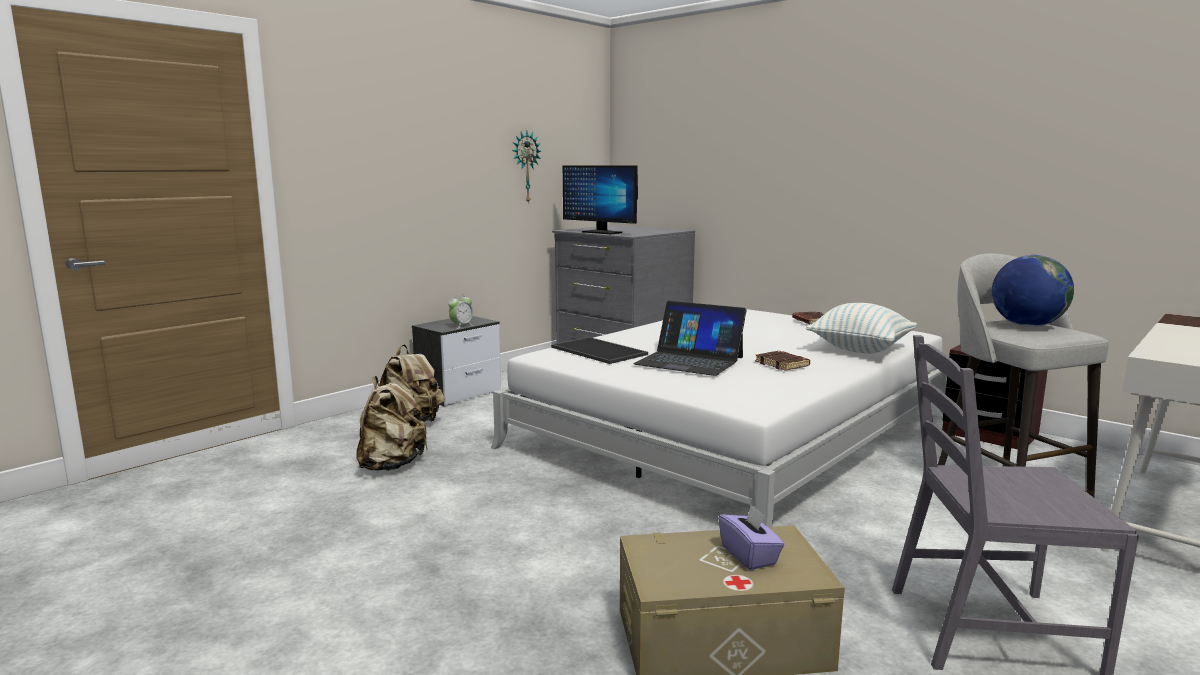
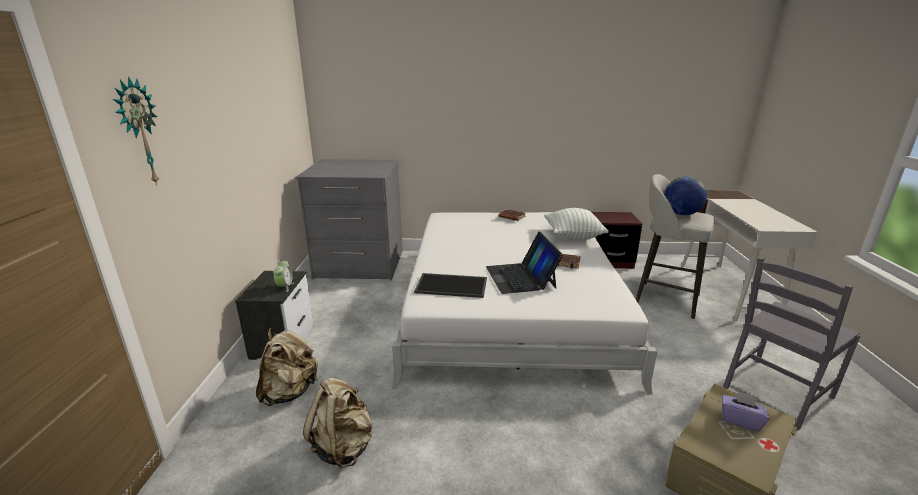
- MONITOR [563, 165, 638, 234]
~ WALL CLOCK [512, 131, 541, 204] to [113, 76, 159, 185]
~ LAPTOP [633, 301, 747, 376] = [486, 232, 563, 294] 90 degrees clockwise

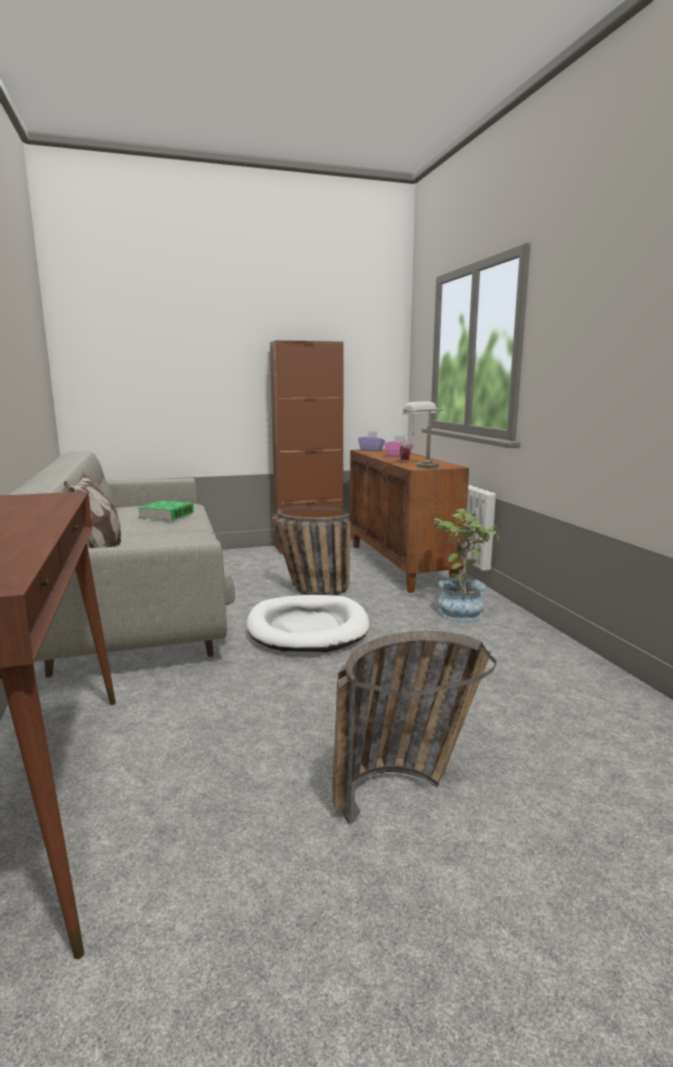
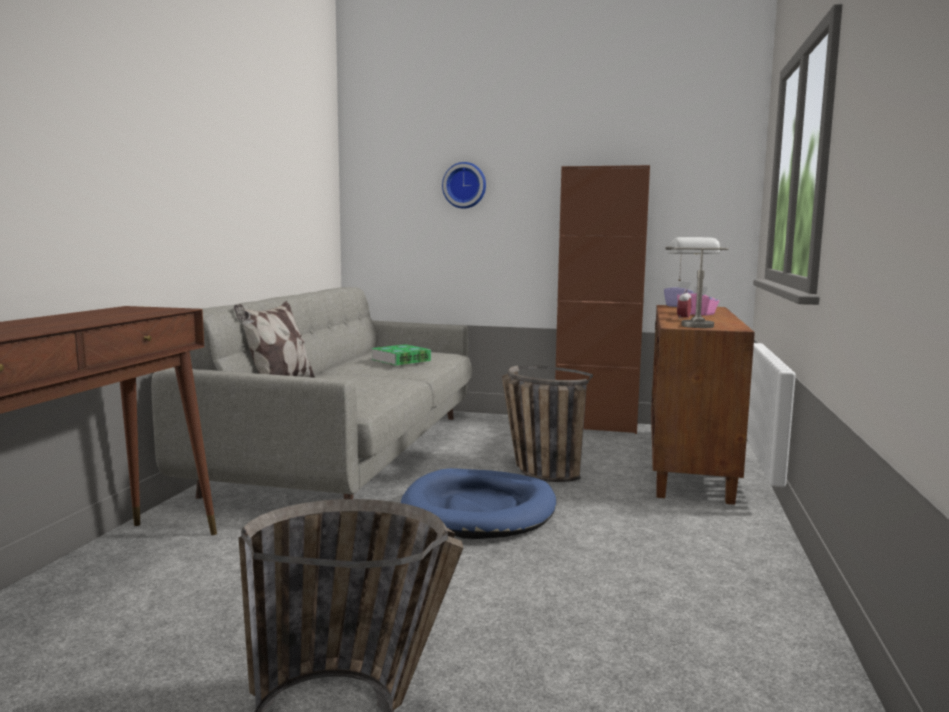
- POTTED PLANT [434, 508, 501, 621]
+ WALL CLOCK [442, 162, 486, 209]
~ WHITE DOG BED [247, 595, 370, 652] to BLUE DOG BED [401, 468, 556, 539]

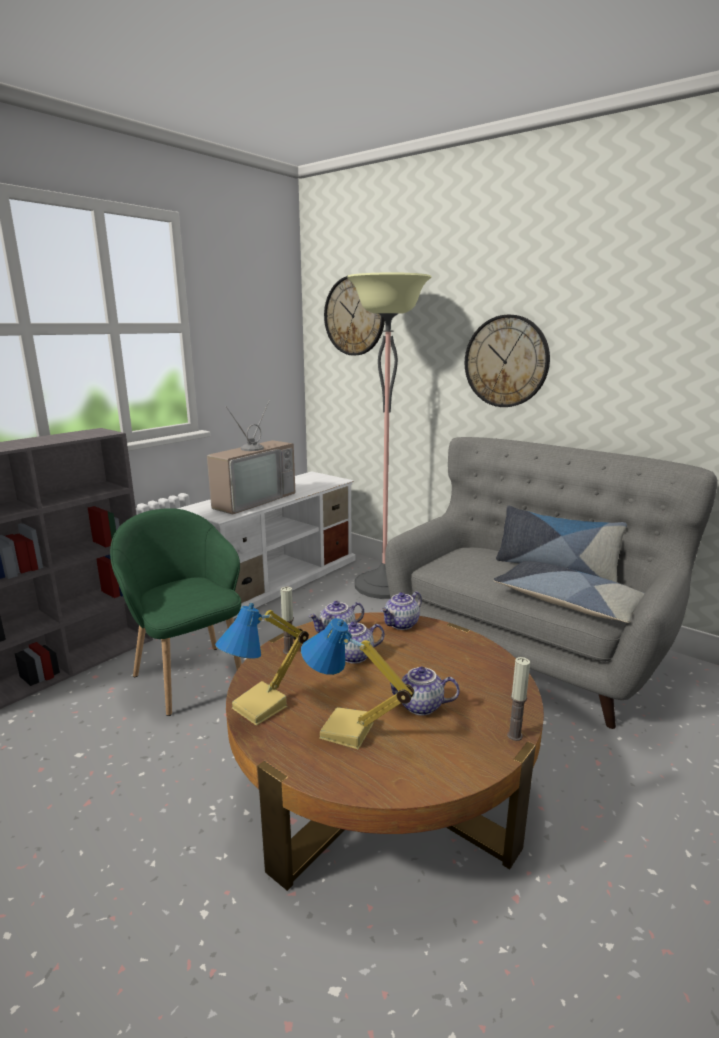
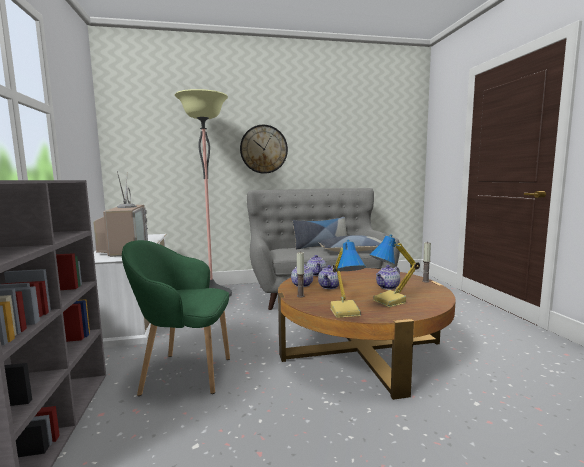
- WALL CLOCK [324, 276, 385, 356]

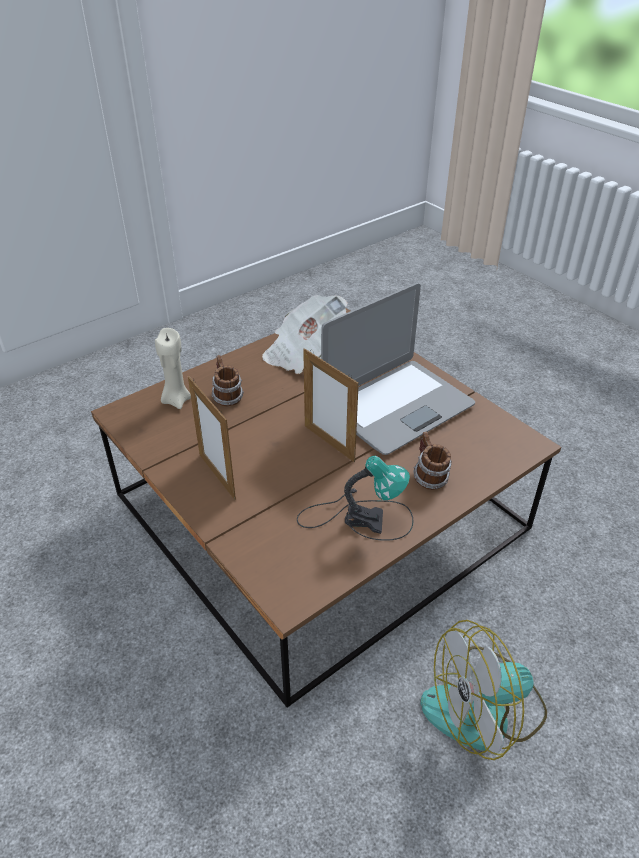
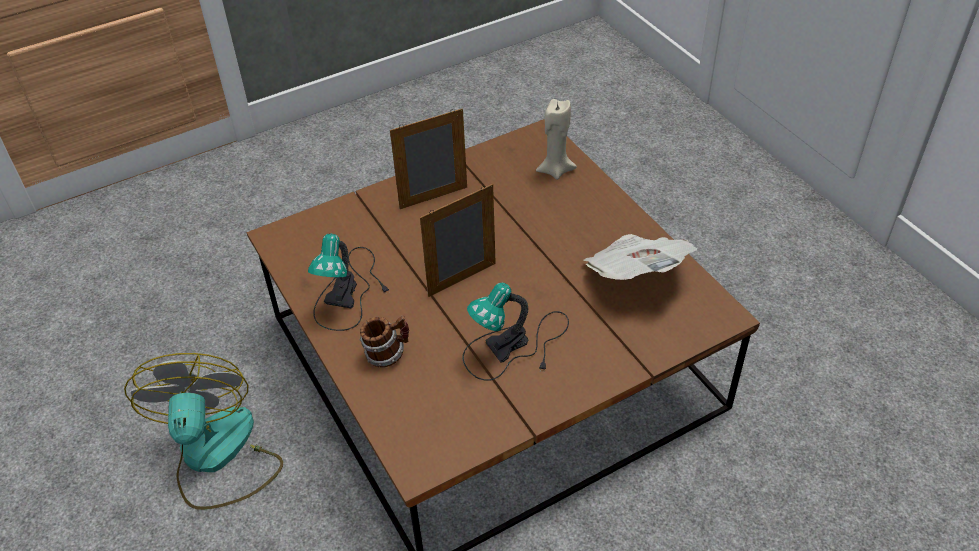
- MUG [212, 355, 244, 407]
~ LAPTOP [321, 283, 475, 455] to TABLE LAMP [463, 283, 569, 381]

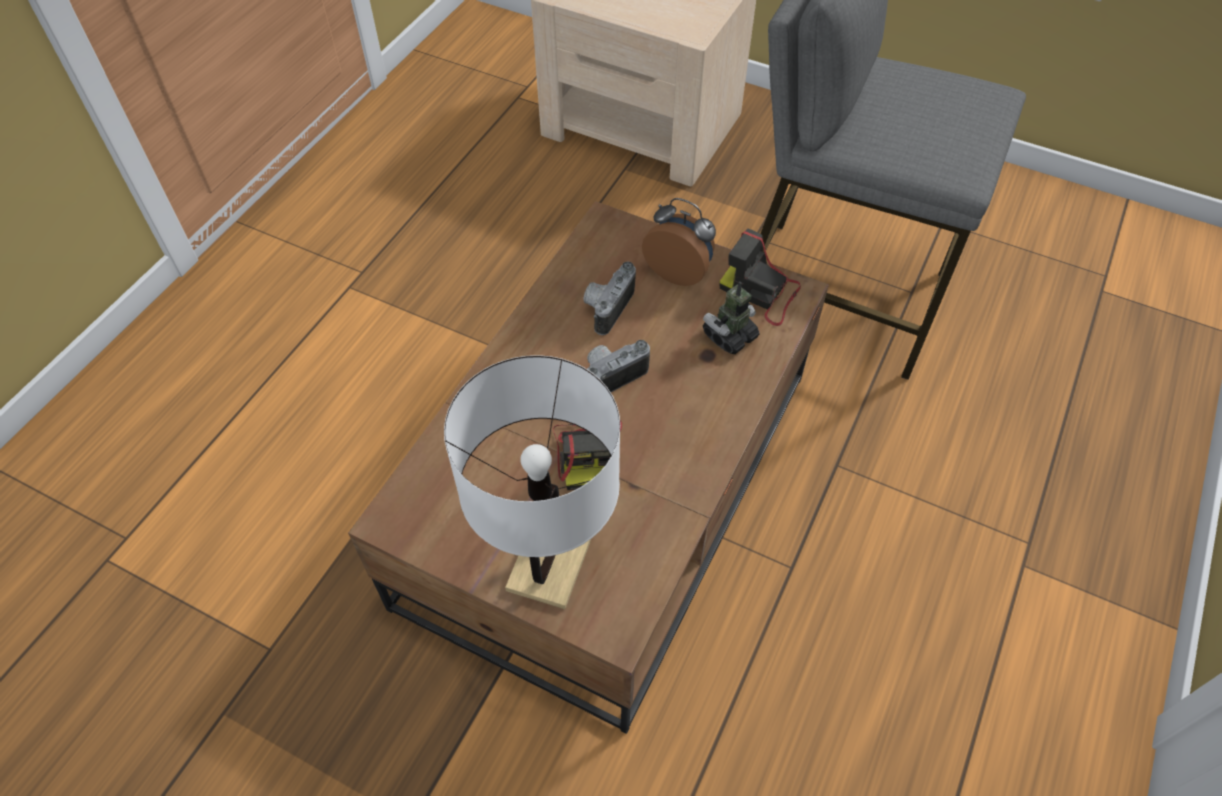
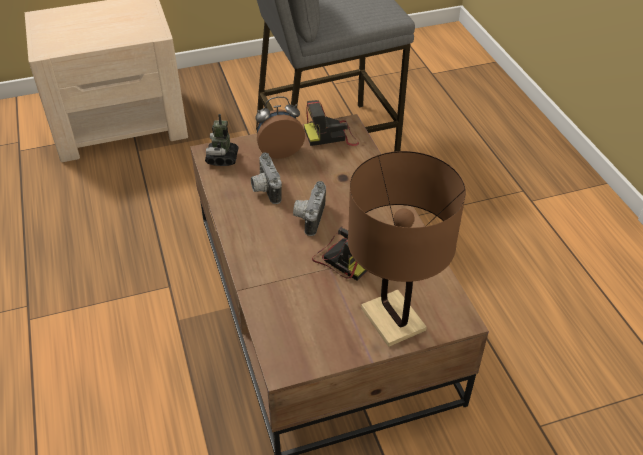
~ TOY ROBOT [703, 281, 760, 354] to [205, 114, 239, 166]
~ WHITE TABLE LAMP [444, 355, 620, 609] to BROWN TABLE LAMP [348, 151, 466, 347]

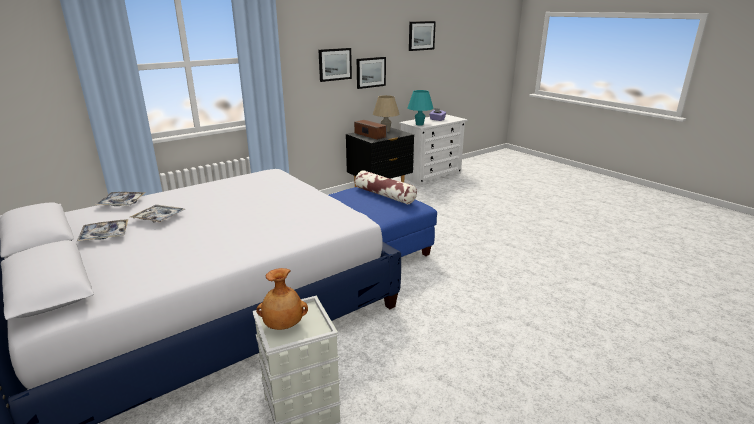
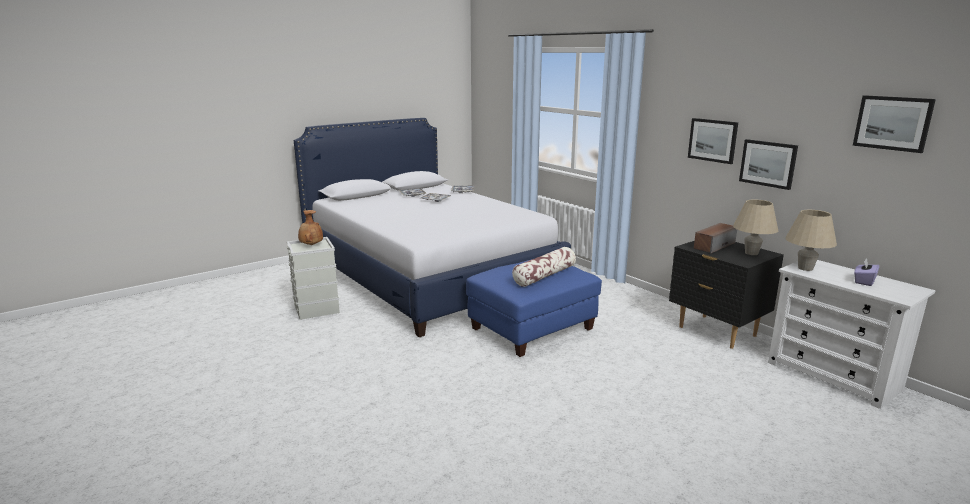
~ TURQUOISE TABLE LAMP [408, 90, 433, 125] to BEIGE TABLE LAMP [785, 210, 837, 271]

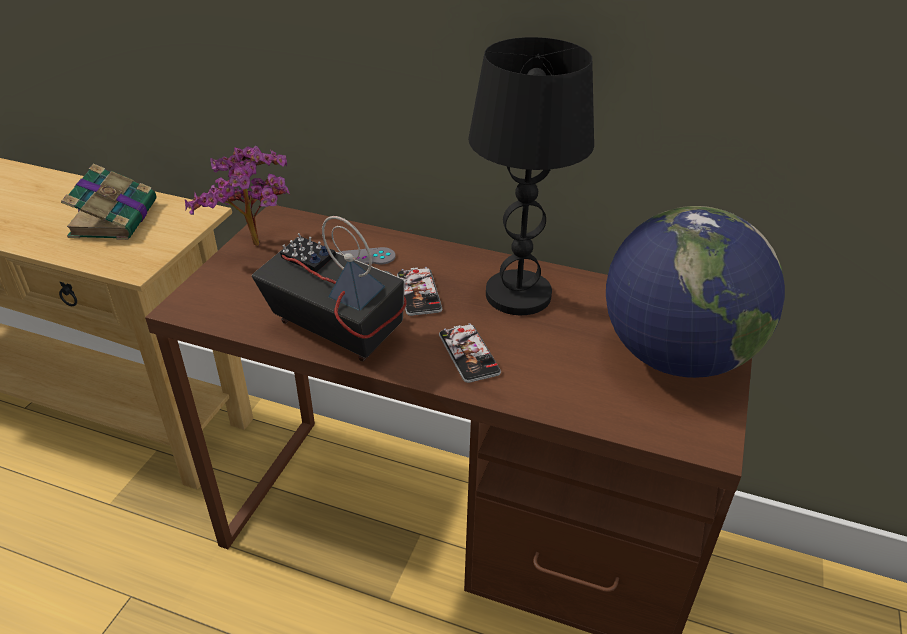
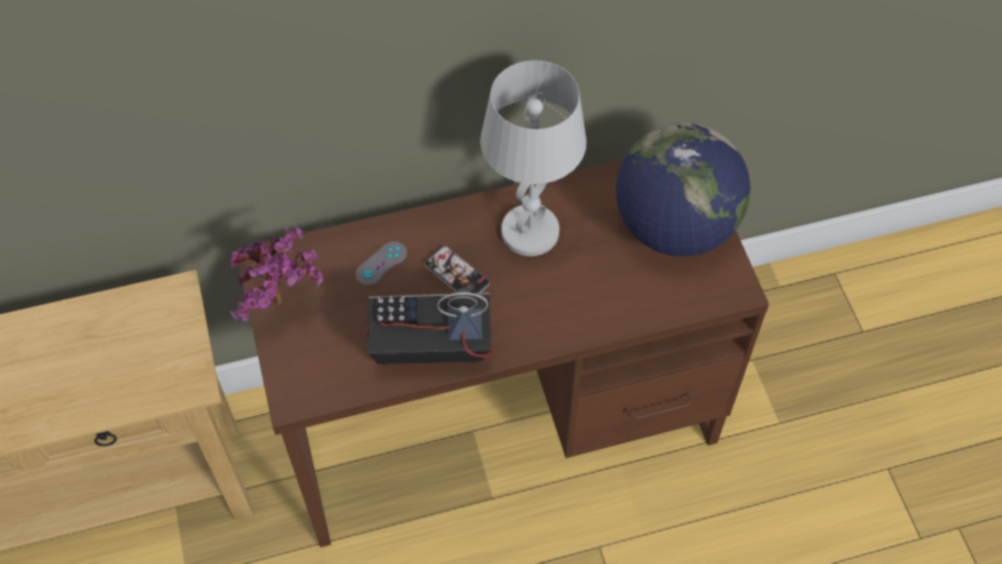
- BOOK [61, 163, 156, 240]
- PHONE [439, 323, 501, 383]
~ BLACK TABLE LAMP [468, 37, 594, 315] to WHITE TABLE LAMP [480, 60, 587, 256]

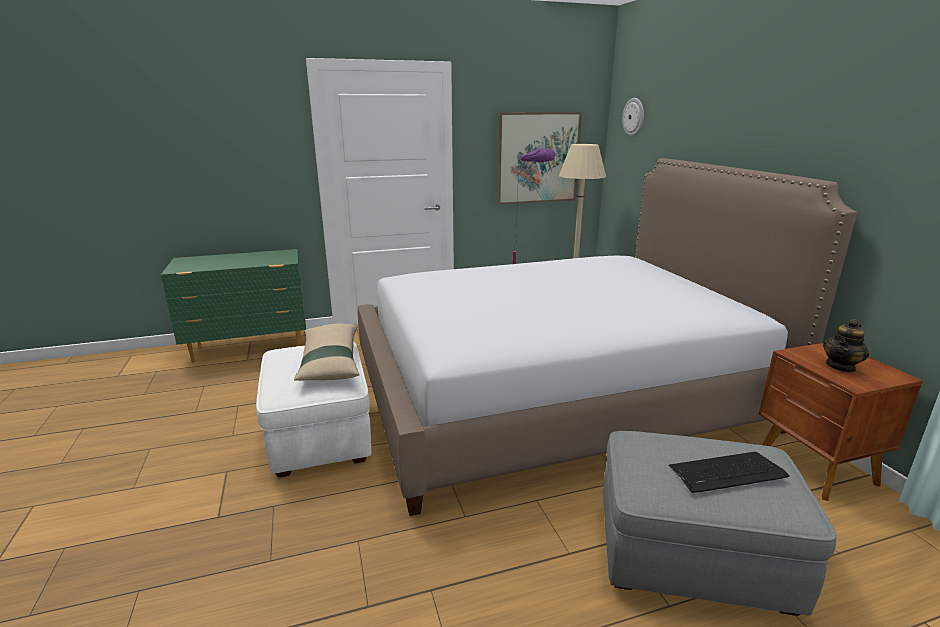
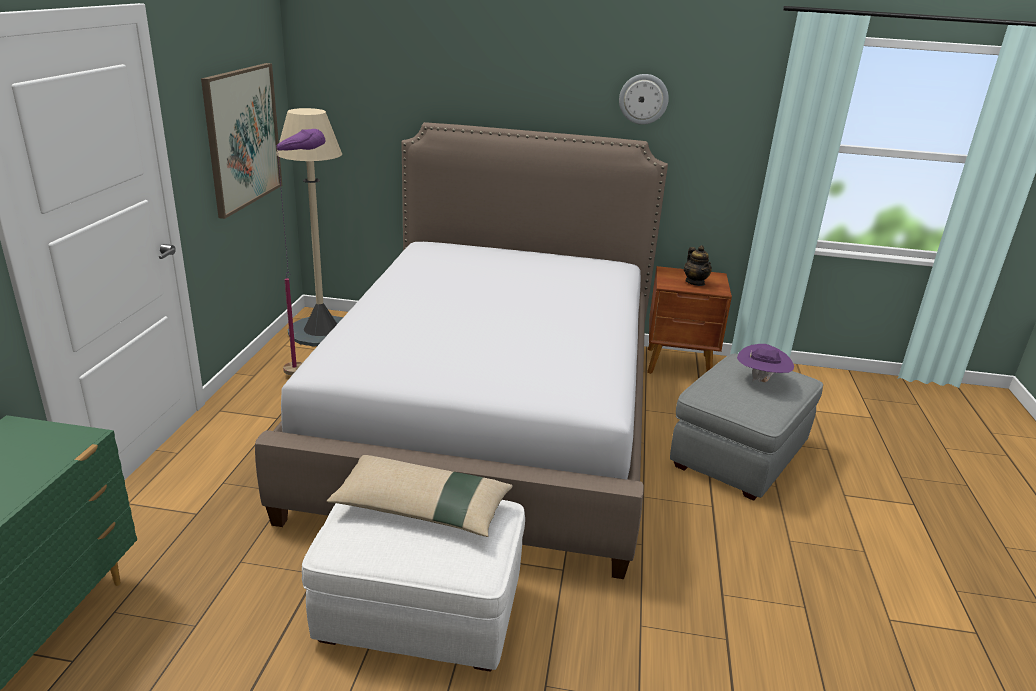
~ WALL CLOCK [622, 98, 644, 137] to [619, 74, 669, 125]
~ KEYBOARD [669, 452, 789, 493] to PURPLE HAT [737, 344, 794, 382]

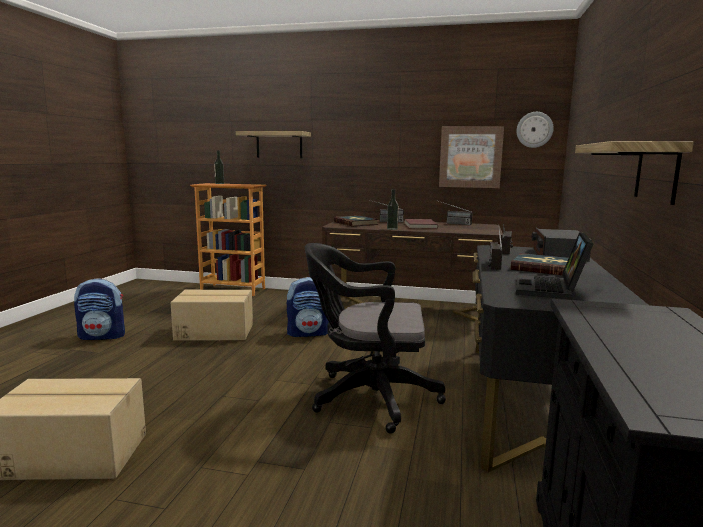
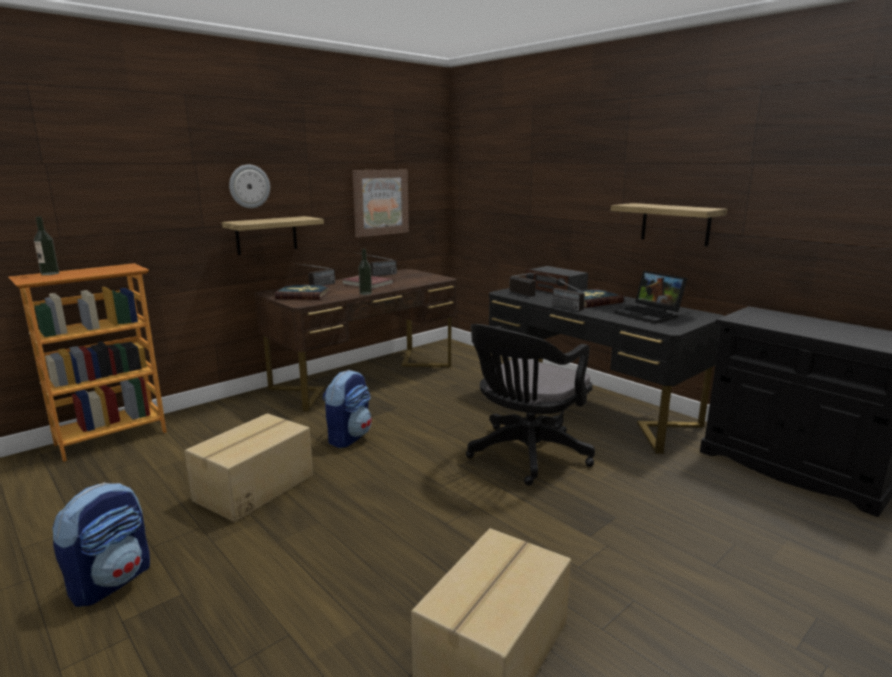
~ SHELF [236, 131, 311, 158] to [222, 216, 324, 255]
~ WALL CLOCK [516, 112, 554, 148] to [229, 164, 270, 208]

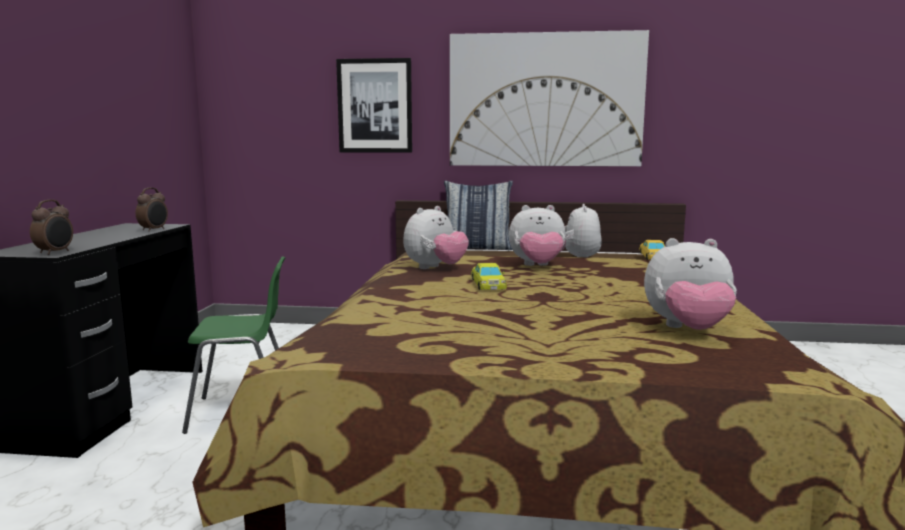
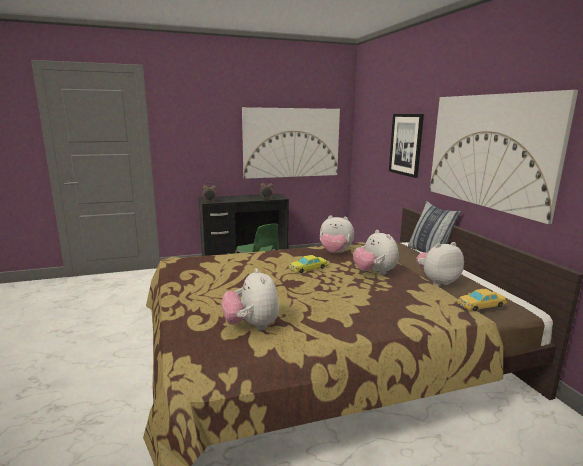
+ PICTURE [242, 107, 340, 179]

